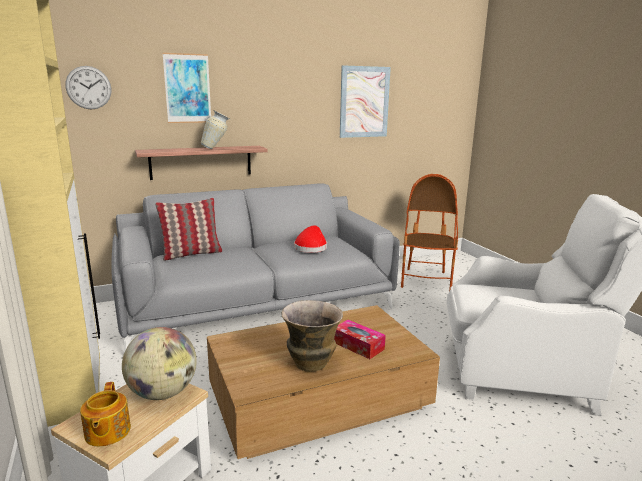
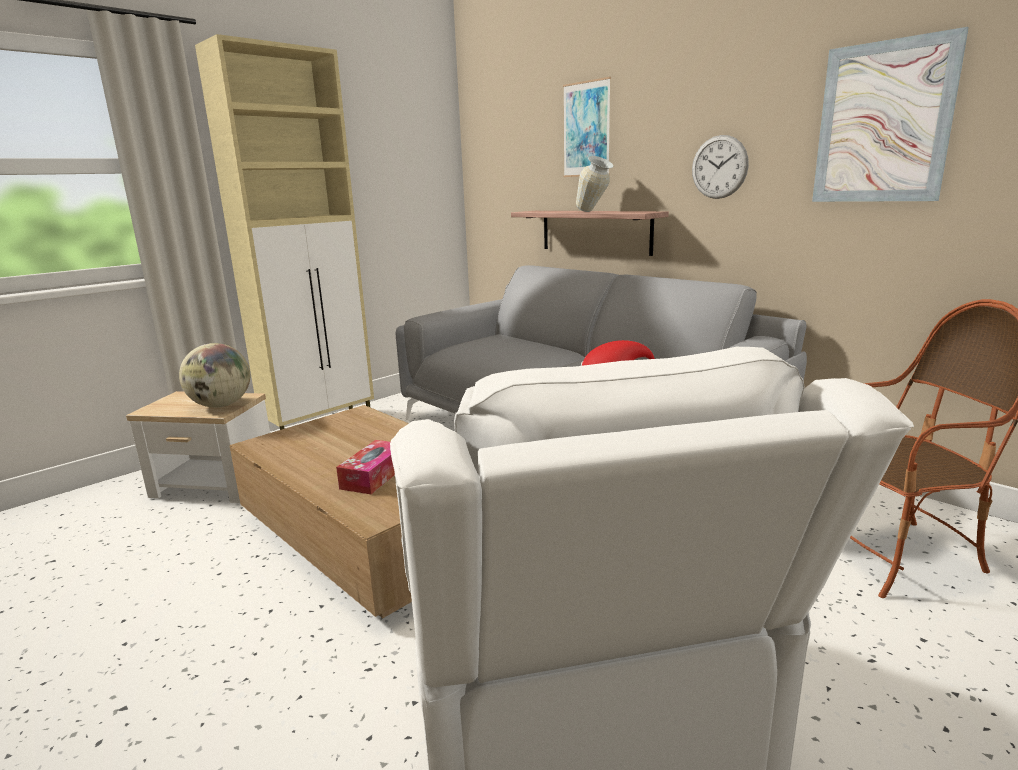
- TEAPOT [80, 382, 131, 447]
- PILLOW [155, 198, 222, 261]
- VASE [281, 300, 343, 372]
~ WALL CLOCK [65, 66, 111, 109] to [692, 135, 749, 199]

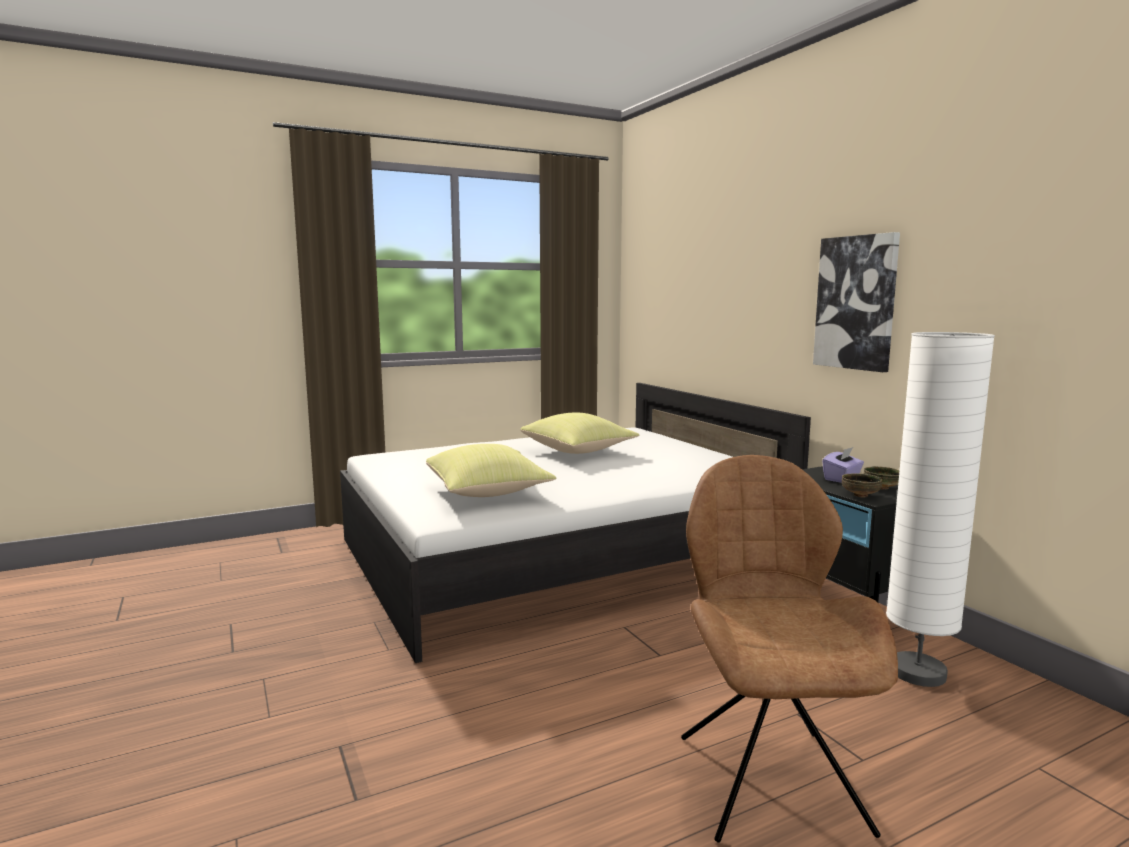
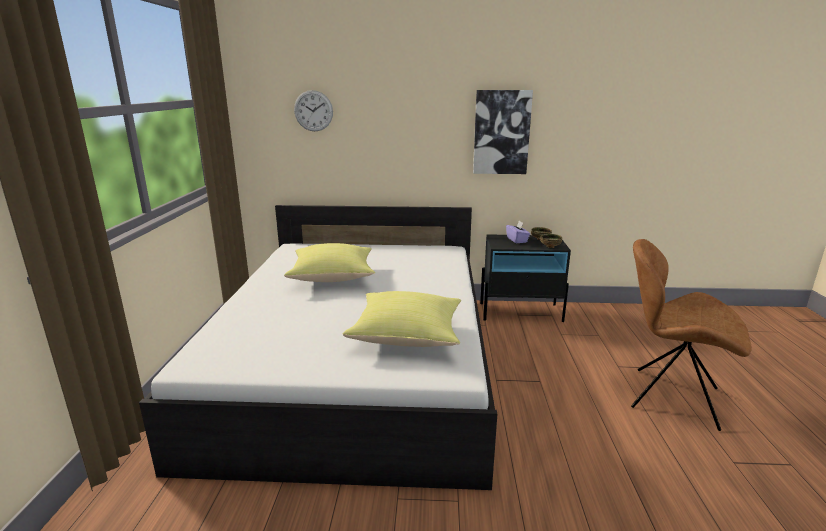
- WHITE FLOOR LAMP [886, 332, 995, 687]
+ WALL CLOCK [294, 90, 333, 131]

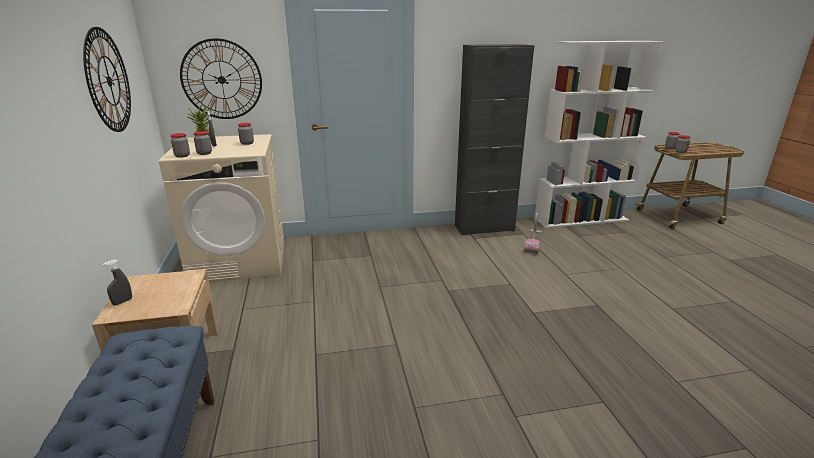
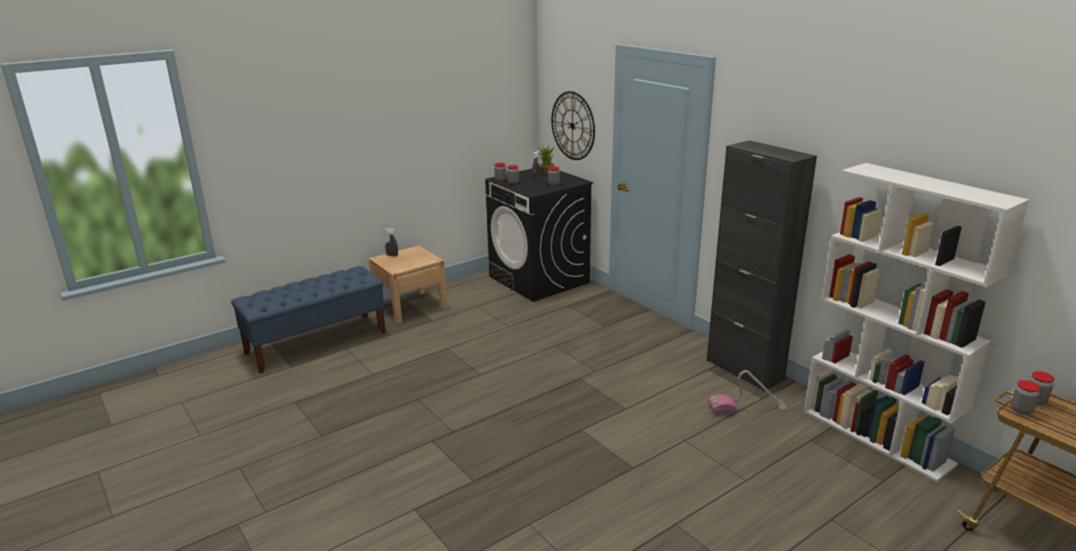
- WALL CLOCK [83, 27, 131, 132]
~ BEIGE WASHING MACHINE [159, 134, 284, 282] to BLACK WASHING MACHINE [485, 167, 593, 302]

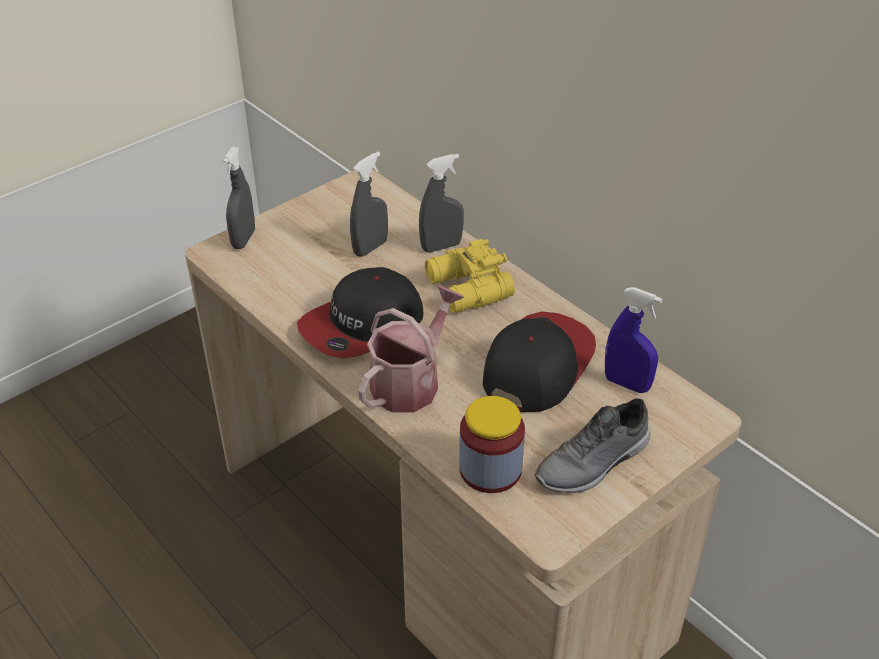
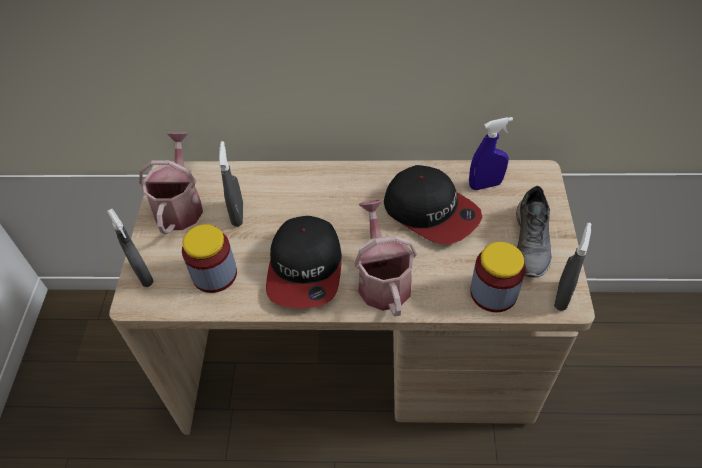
- YELLOW BINOCULARS [425, 239, 515, 313]
+ WATERING CAN [139, 133, 203, 234]
+ JAR [182, 224, 237, 293]
~ GREY SPRAY BOTTLE [419, 154, 464, 252] to [554, 223, 591, 311]
~ CAP [483, 311, 596, 412] = [384, 165, 482, 244] 150 degrees clockwise

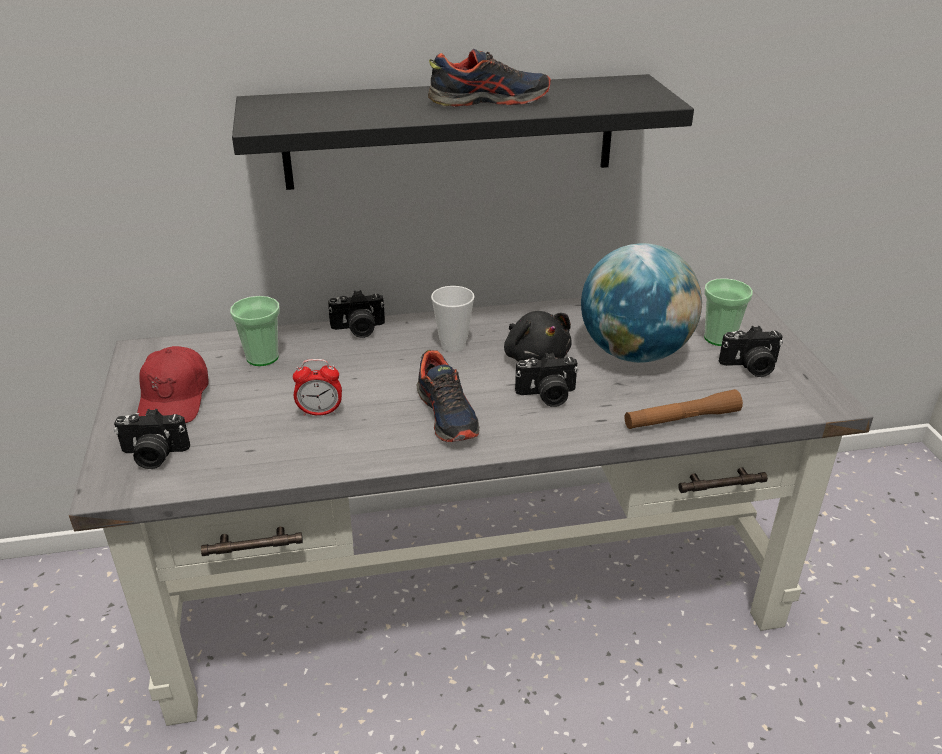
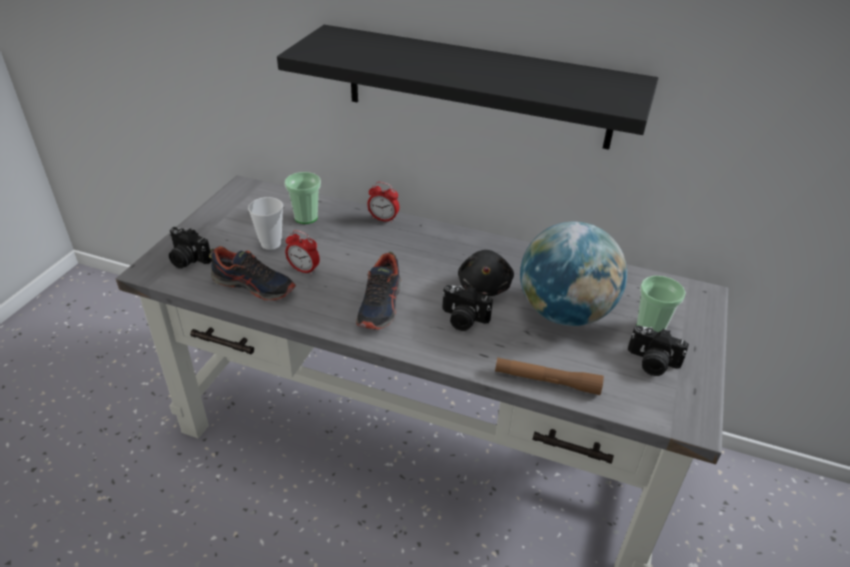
- RED CAP [137, 346, 209, 423]
~ SHOE [428, 49, 551, 107] to [209, 246, 296, 301]
~ CUP [431, 286, 475, 352] to [248, 197, 283, 250]
~ PHOTO CAMERA [328, 290, 385, 338] to ALARM CLOCK [367, 182, 399, 223]

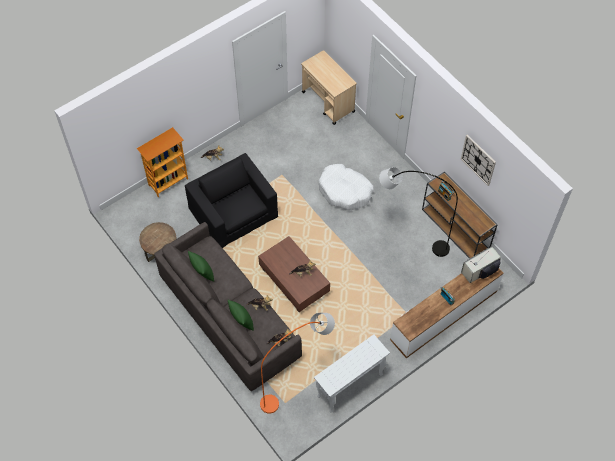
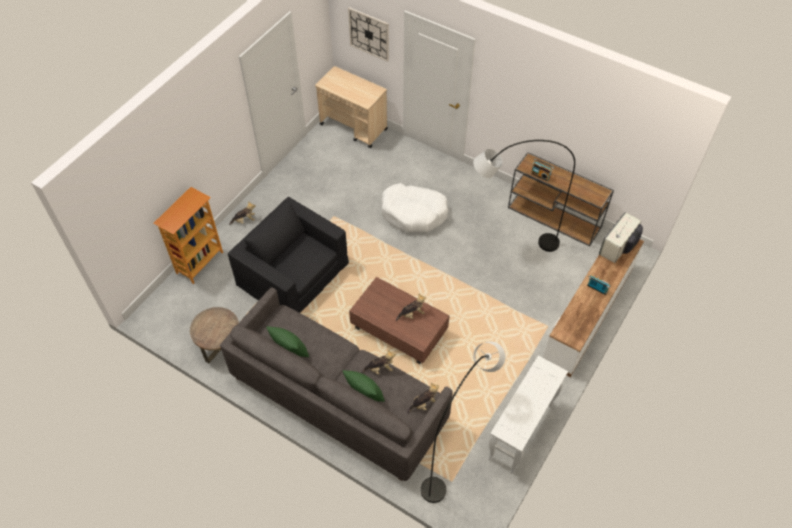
~ WALL CLOCK [461, 135, 496, 186] to [348, 7, 389, 62]
~ ORANGE FLOOR LAMP [260, 313, 335, 414] to GREY FLOOR LAMP [421, 341, 505, 503]

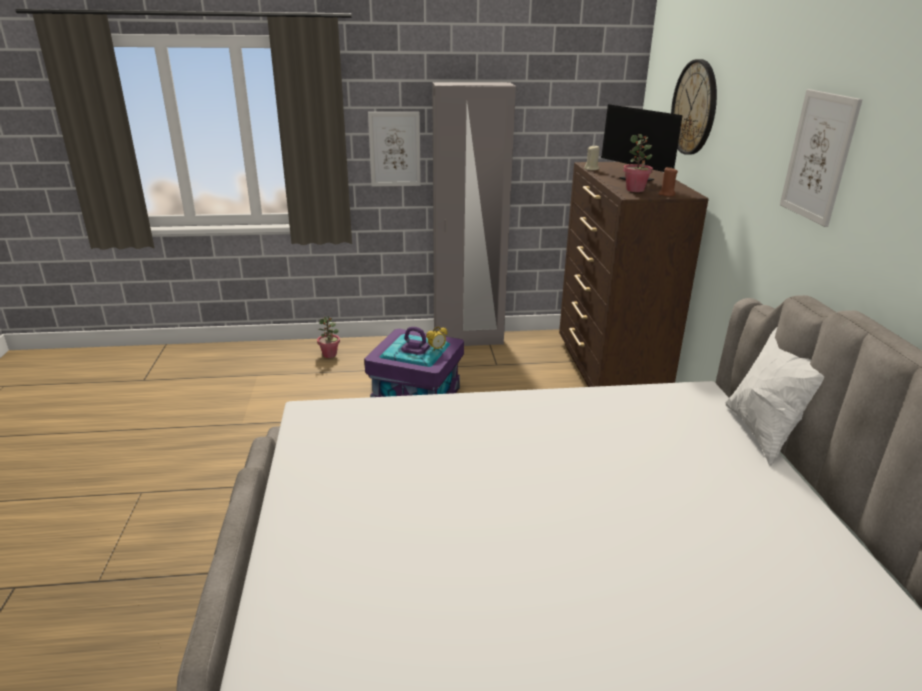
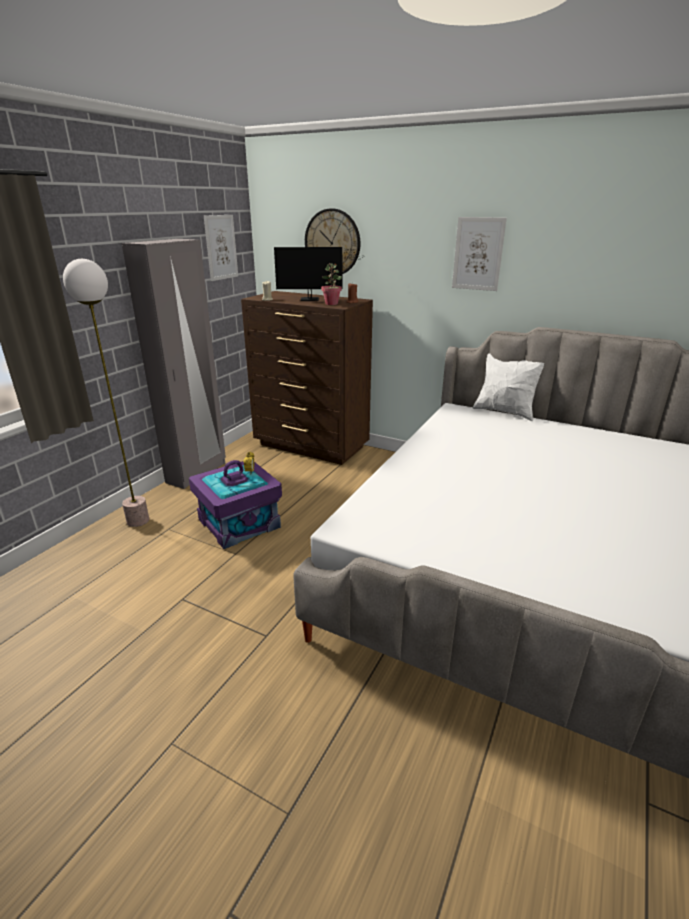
- POTTED PLANT [317, 316, 340, 358]
+ FLOOR LAMP [63, 259, 149, 527]
~ PICTURE [368, 112, 421, 186] to [204, 215, 238, 281]

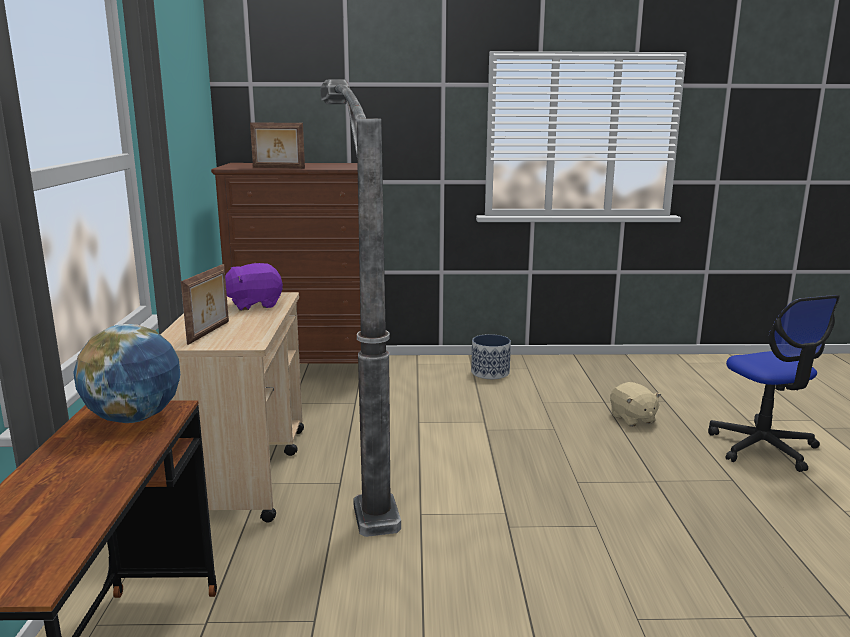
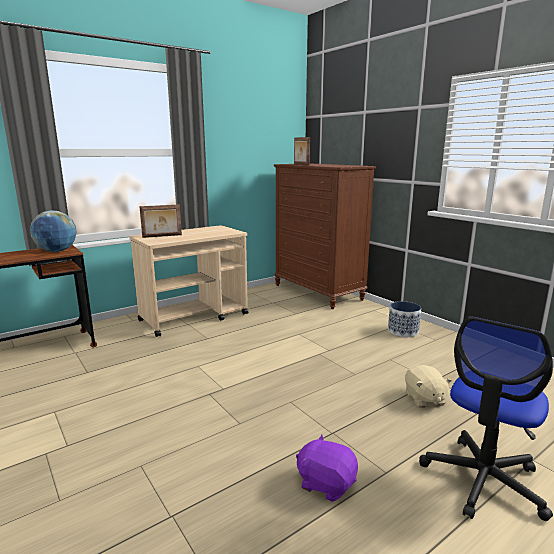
- FLOOR LAMP [320, 79, 401, 537]
~ PURPLE PLUSH TOY [225, 263, 283, 311] to [296, 435, 358, 502]
~ BEIGE PLUSH TOY [610, 382, 661, 427] = [405, 365, 452, 408] 45 degrees counterclockwise

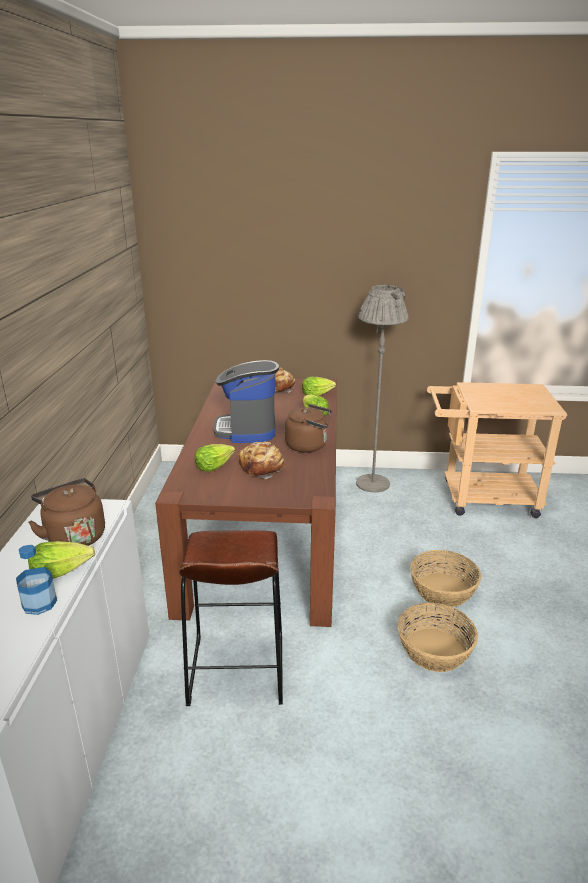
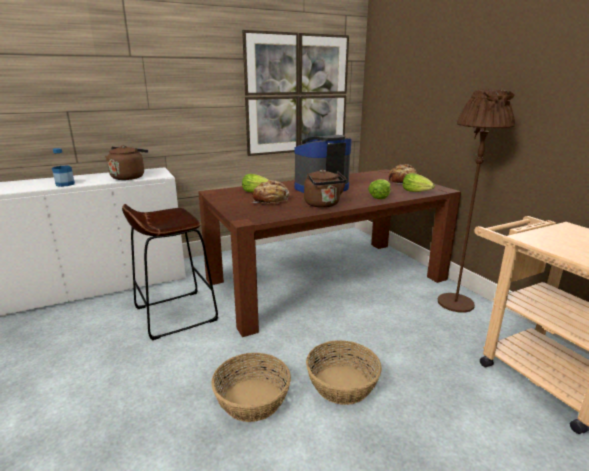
- LETTUCE [28, 541, 95, 579]
+ PICTURE [242, 30, 349, 156]
~ GREY FLOOR LAMP [356, 285, 409, 493] to BROWN FLOOR LAMP [438, 90, 515, 313]

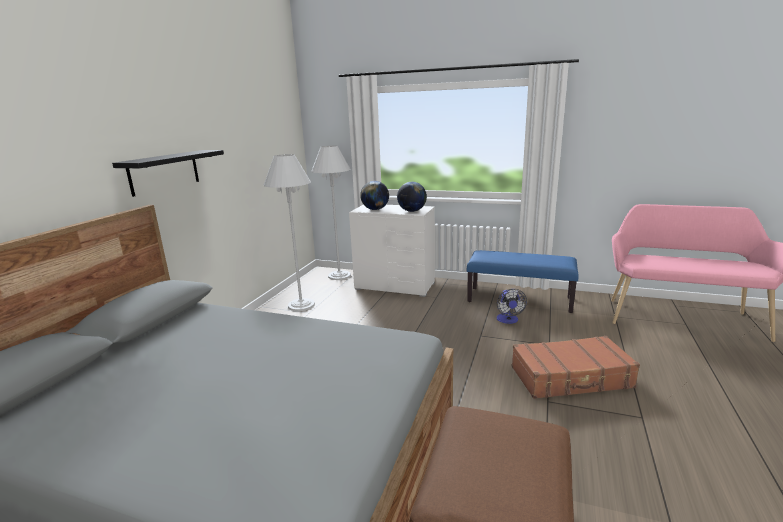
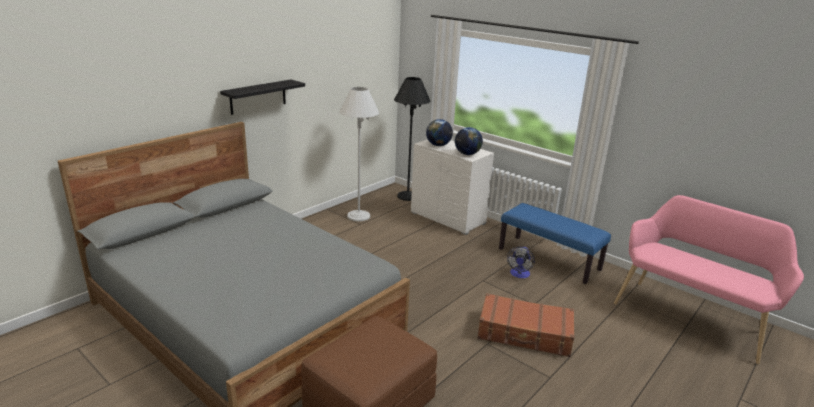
~ WHITE FLOOR LAMP [311, 146, 351, 280] to BLACK FLOOR LAMP [394, 77, 430, 201]

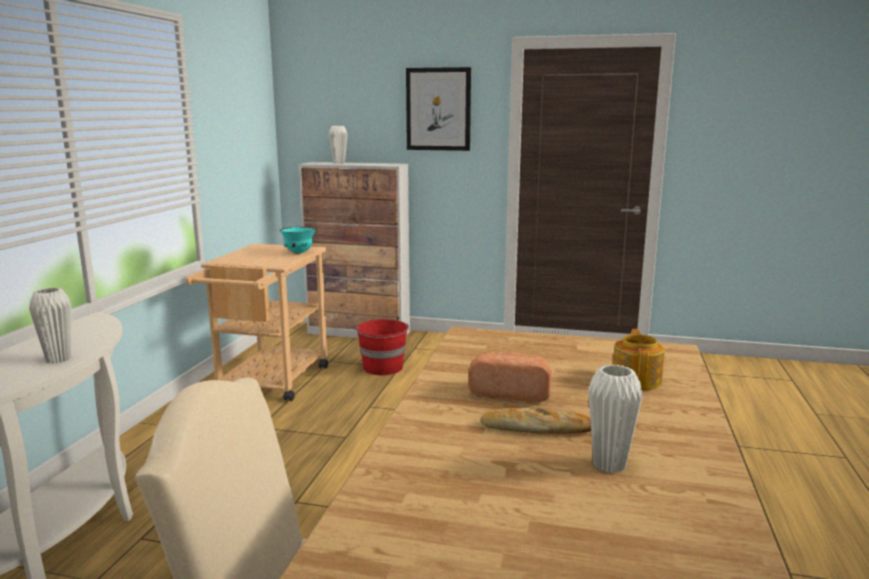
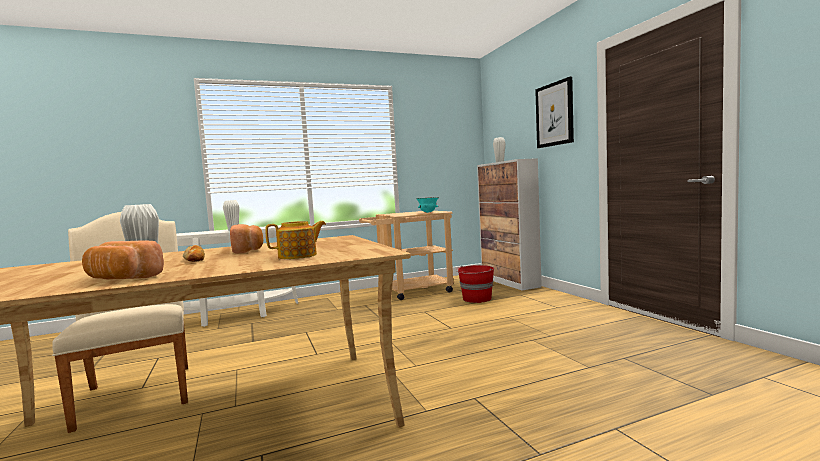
+ BREAD [82, 241, 164, 280]

